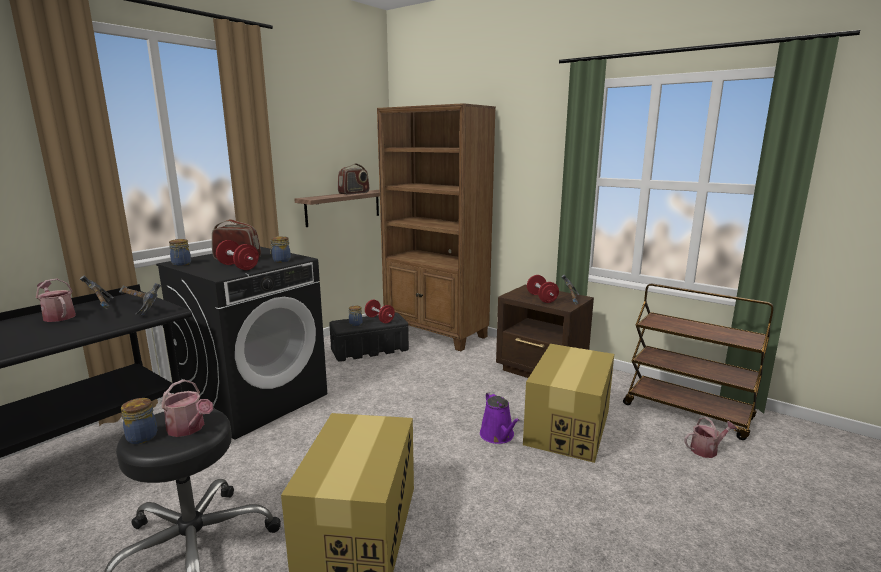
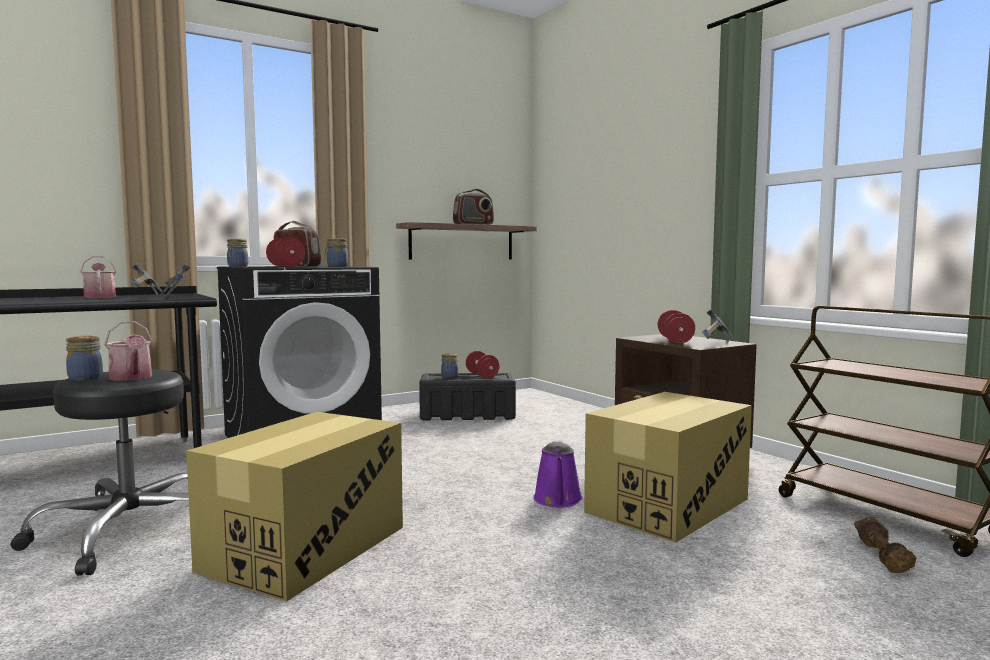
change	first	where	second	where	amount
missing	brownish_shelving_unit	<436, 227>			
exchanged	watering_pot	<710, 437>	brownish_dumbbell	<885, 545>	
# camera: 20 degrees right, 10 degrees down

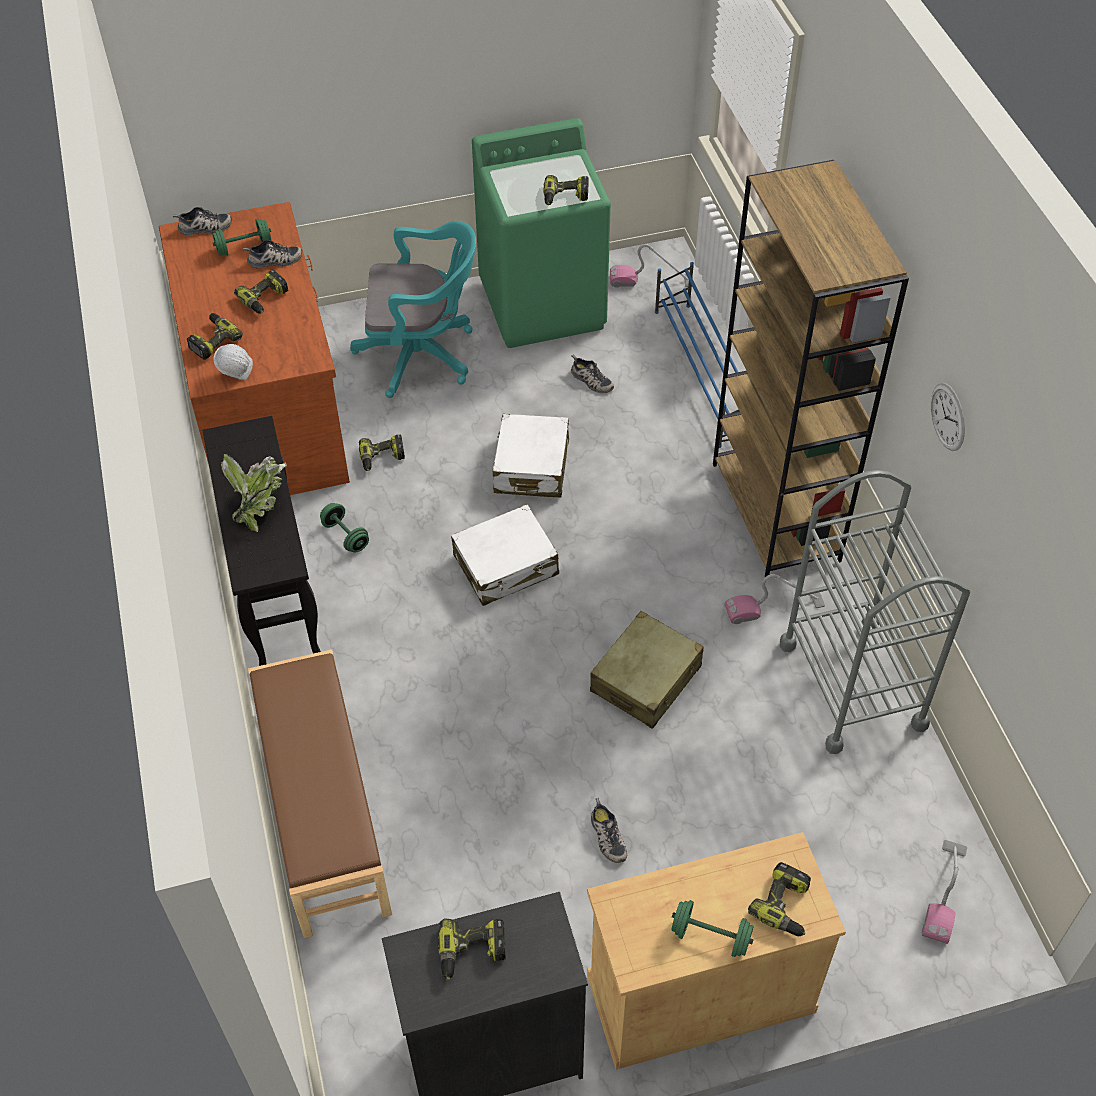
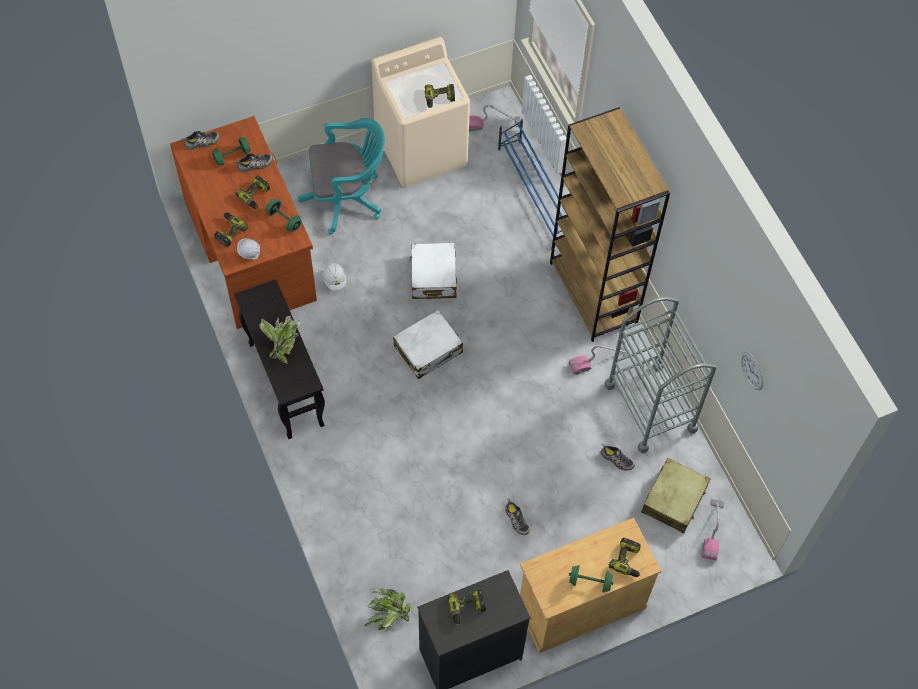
change	first	where	second	where	amount
colour	green-coloured_laundry_machine	<541, 233>	beige_laundry_machine	<421, 112>	
relocated	shoe	<592, 374>		<618, 457>	
relocated	wall_clock	<948, 417>		<752, 370>	
exchanged	drill	<382, 452>	white-coloured_safety_helmet	<334, 276>	
relocated	green-coloured_dumbbell	<344, 528>		<284, 215>	
relocated	beige_suitcase	<647, 670>		<675, 495>	
missing	brownish_long_seat	<320, 793>			
appeared			potted_plant	<387, 610>	
# camera: 10 degrees left, 10 degrees up

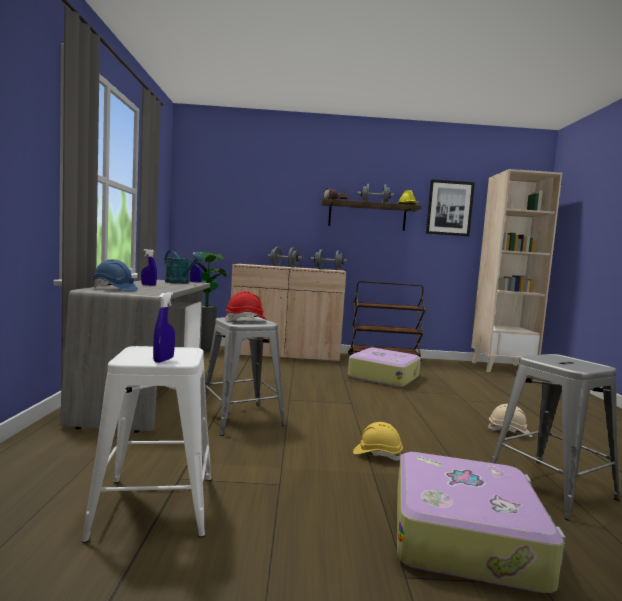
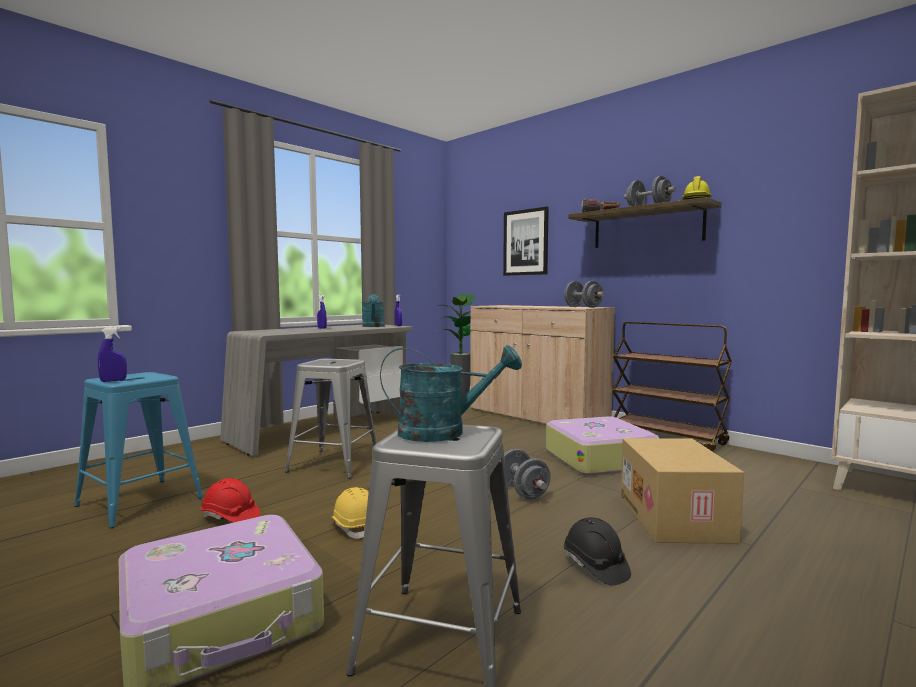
change	first	where	second	where	amount
relocated	picture	<450, 207>		<526, 241>	
relocated	grey_dumbbell	<285, 257>		<527, 474>	
missing	blue_safety_helmet	<115, 275>			
relocated	red_safety_helmet	<246, 306>		<231, 500>	
colour	white-coloured_sitting_stool	<147, 444>	blue_sitting_stool	<138, 450>	
colour	beige_safety_helmet	<510, 420>	black_safety_helmet	<597, 551>	
appeared			turquoise-coloured_watering_pot	<451, 393>	
appeared			packing_box	<682, 491>	
# camera: 45 degrees right, 0 degrees up

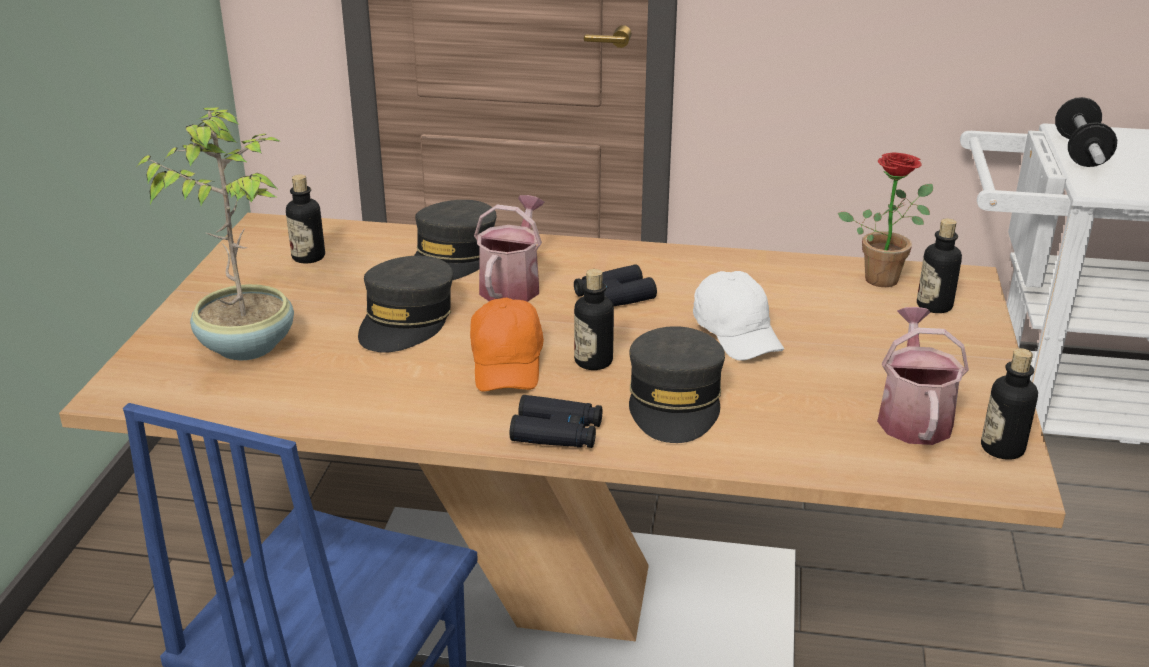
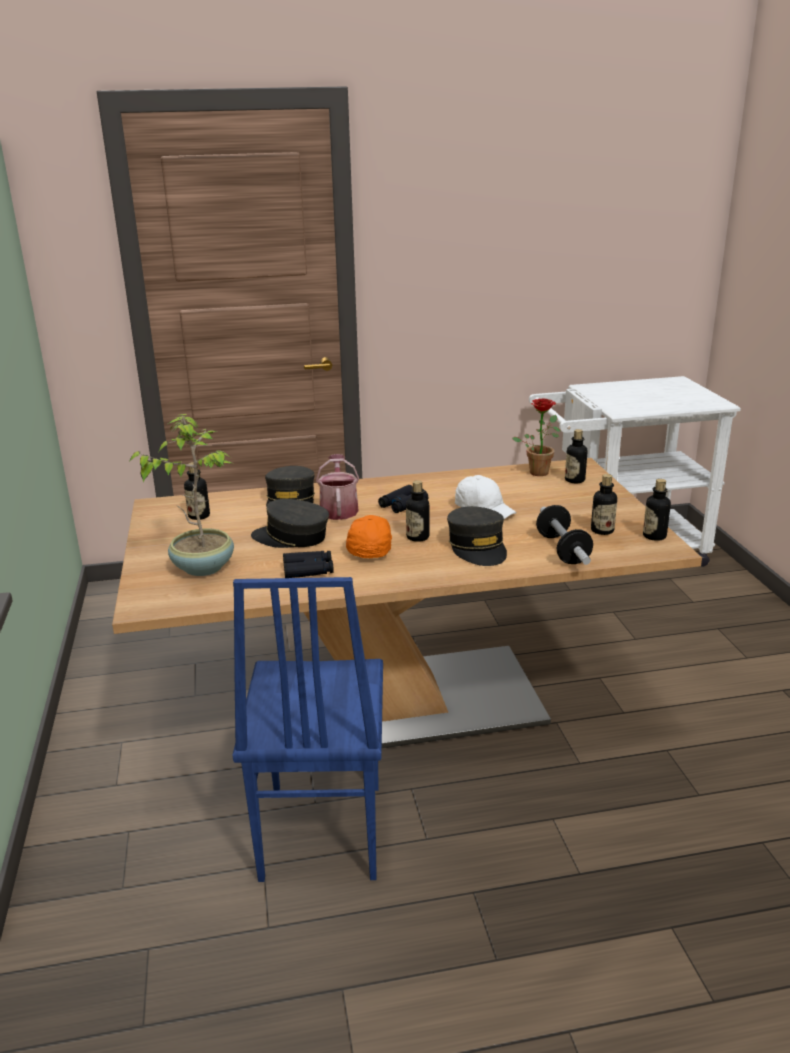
change	first	where	second	where	amount
relocated	dumbbell	<1086, 132>		<564, 535>	
spun	grey_baseball_cap	<405, 304>		<290, 523>	105 degrees clockwise
spun	orangey_baseball_cap	<507, 344>		<369, 536>	150 degrees counterclockwise
exchanged	watering_pot	<923, 376>	bottle	<604, 504>	
relocated	black_binoculars	<556, 421>		<308, 564>	
# camera: 20 degrees left, 5 degrees down

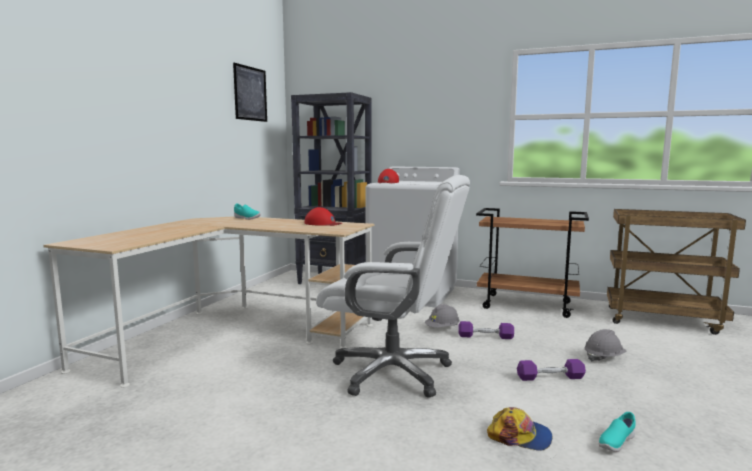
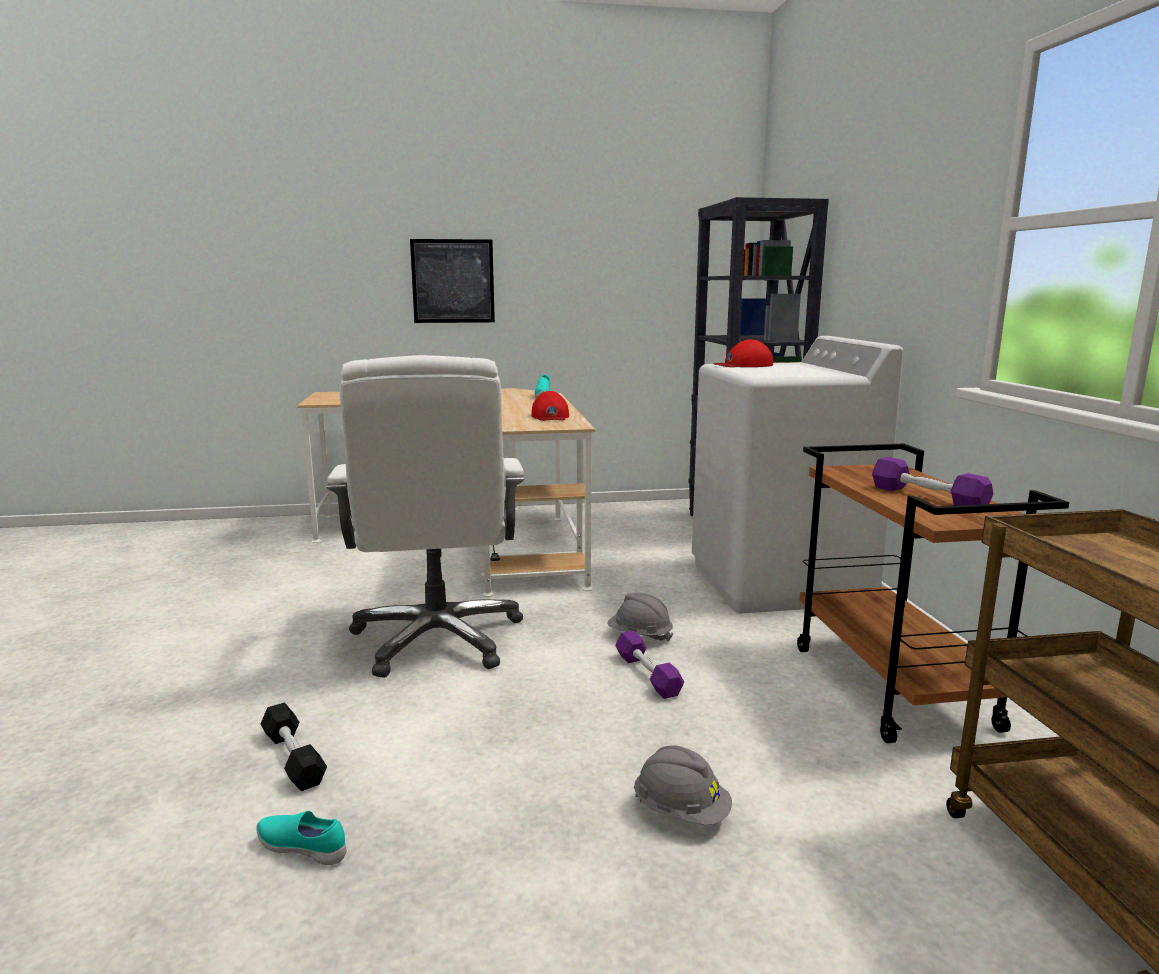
change	first	where	second	where	amount
relocated	picture	<250, 92>		<452, 281>	
relocated	purple-coloured_dumbbell	<551, 370>		<932, 481>	
exchanged	baseball_cap	<519, 429>	black_dumbbell	<294, 746>	
# camera: 60 degrees right, 5 degrees up

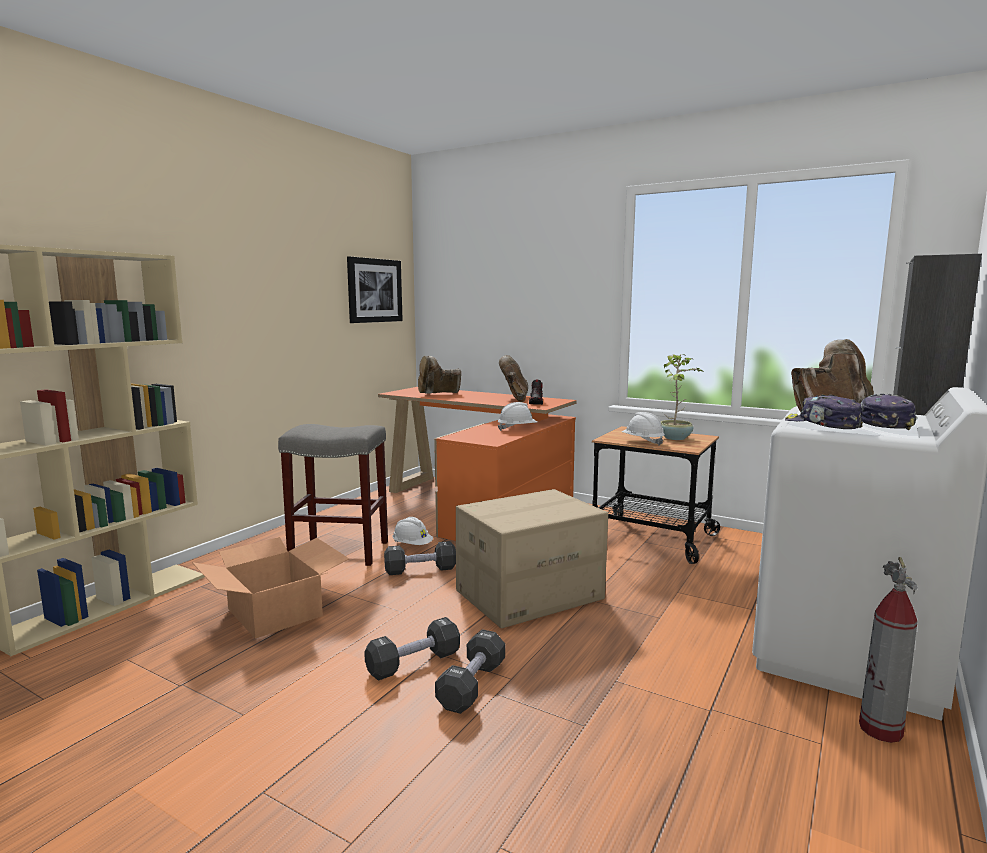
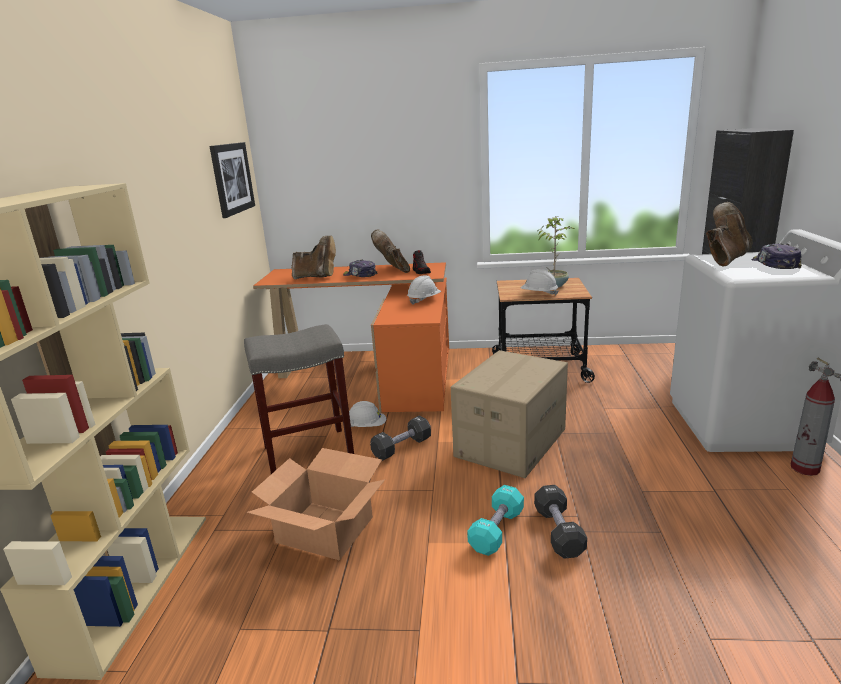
change	first	where	second	where	amount
spun	brownish_tall_boot	<439, 375>		<314, 257>	120 degrees counterclockwise
relocated	baseball_cap	<824, 412>		<360, 268>	
colour	black_dumbbell	<412, 649>	turquoise-coloured_dumbbell	<495, 520>	
# camera: 25 degrees left, 10 degrees up

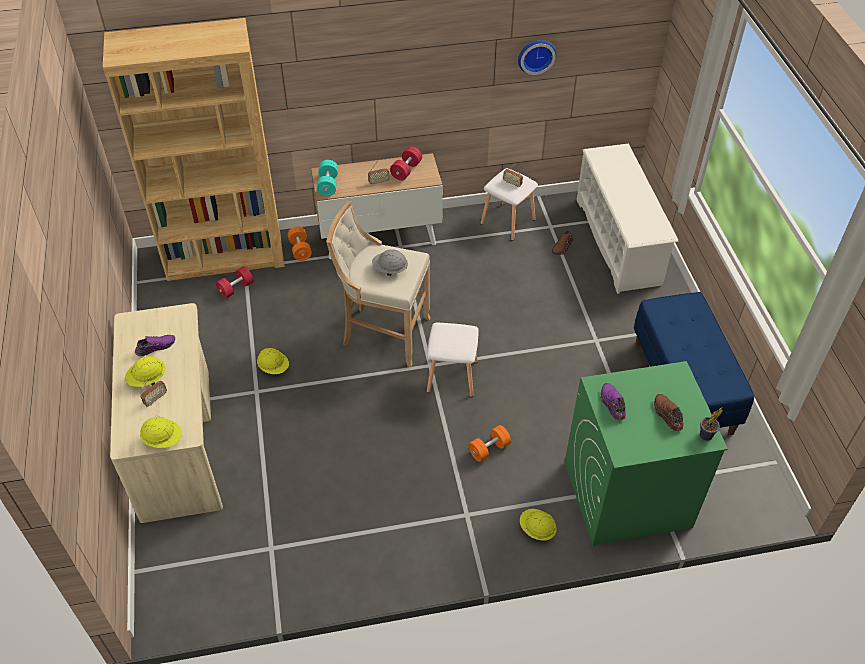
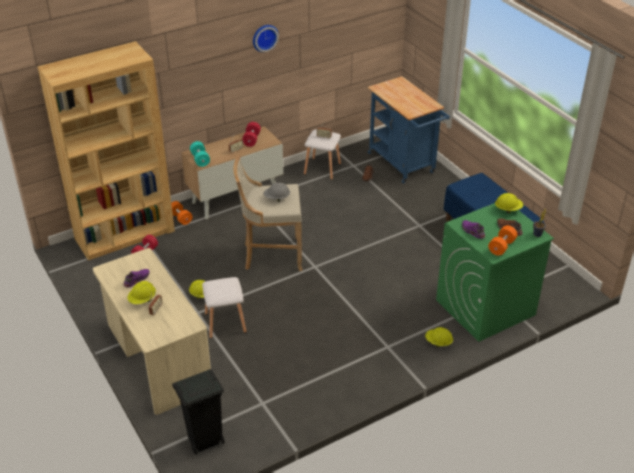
change	first	where	second	where	amount
relocated	wall_clock	<537, 57>		<266, 38>	
exchanged	white-coloured_shoe_stand	<627, 218>	blue_trolley	<409, 129>	
relocated	white-coloured_sitting_stool	<453, 360>		<224, 307>	
relocated	yellow-coloured_safety_helmet	<161, 432>		<509, 203>	
relocated	orangey_dumbbell	<489, 443>		<502, 240>	
appeared			black_trash_can	<198, 412>	
# camera: 20 degrees left, 10 degrees down

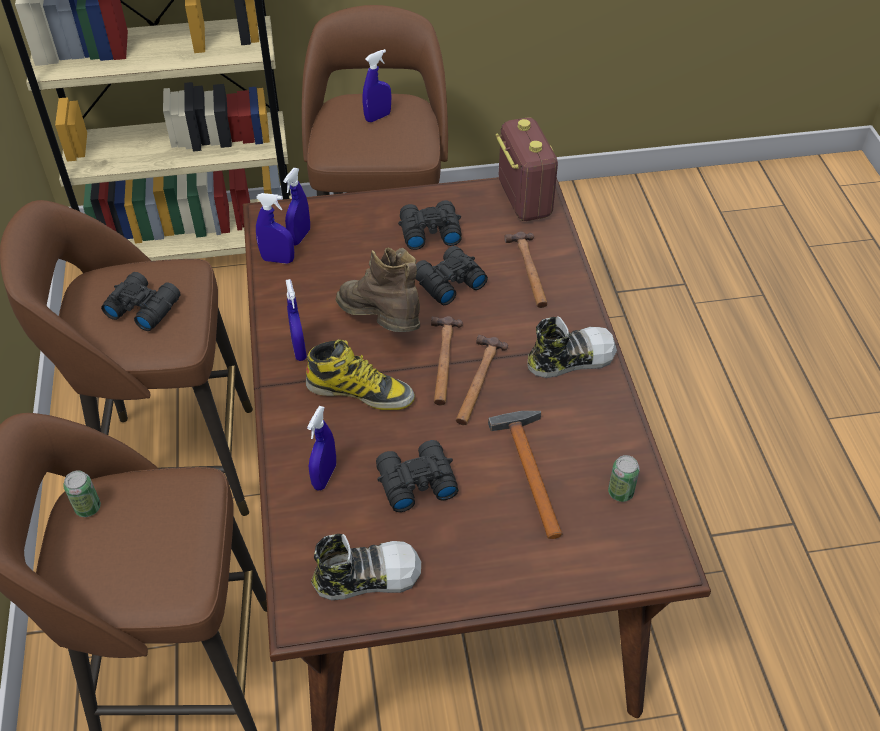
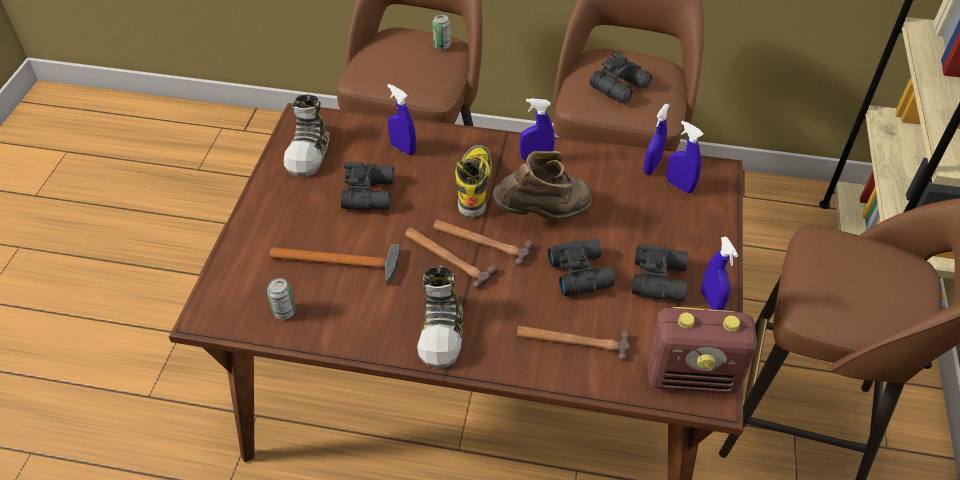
change	first	where	second	where	amount
relocated	blue_sprayer	<377, 85>		<719, 273>	
spun	tall_boot	<360, 374>		<473, 181>	150 degrees clockwise
# camera: 110 degrees right, 0 degrees up

